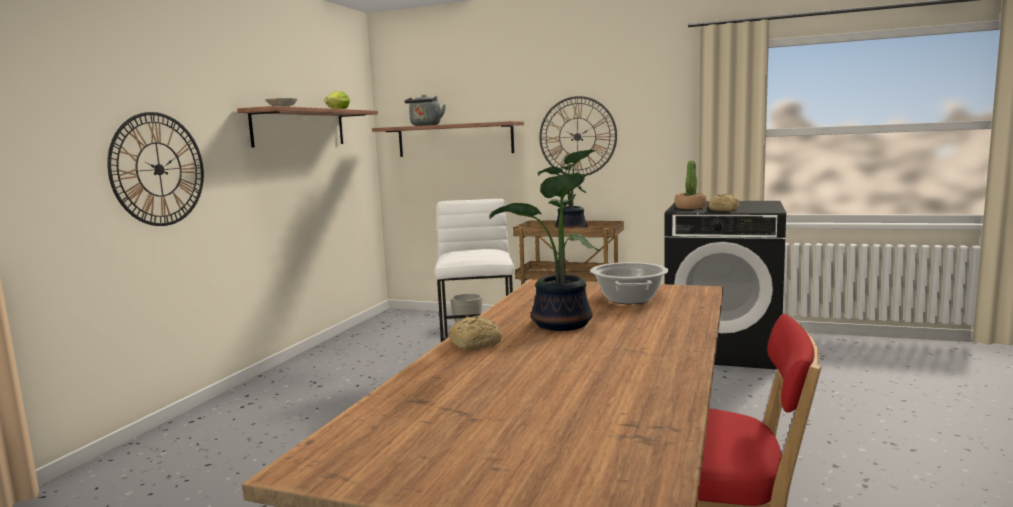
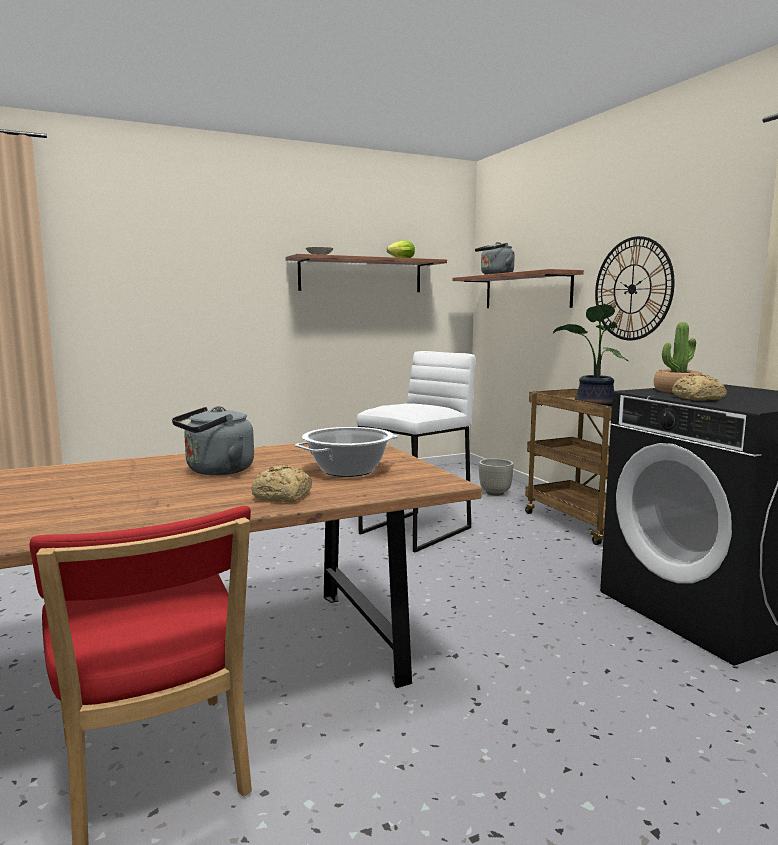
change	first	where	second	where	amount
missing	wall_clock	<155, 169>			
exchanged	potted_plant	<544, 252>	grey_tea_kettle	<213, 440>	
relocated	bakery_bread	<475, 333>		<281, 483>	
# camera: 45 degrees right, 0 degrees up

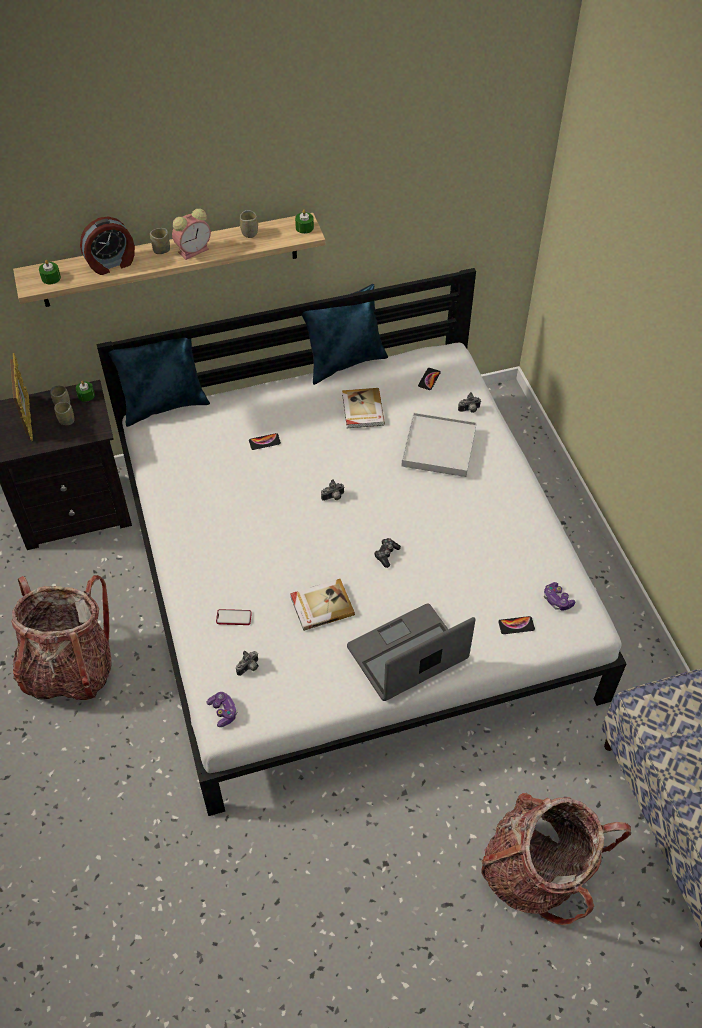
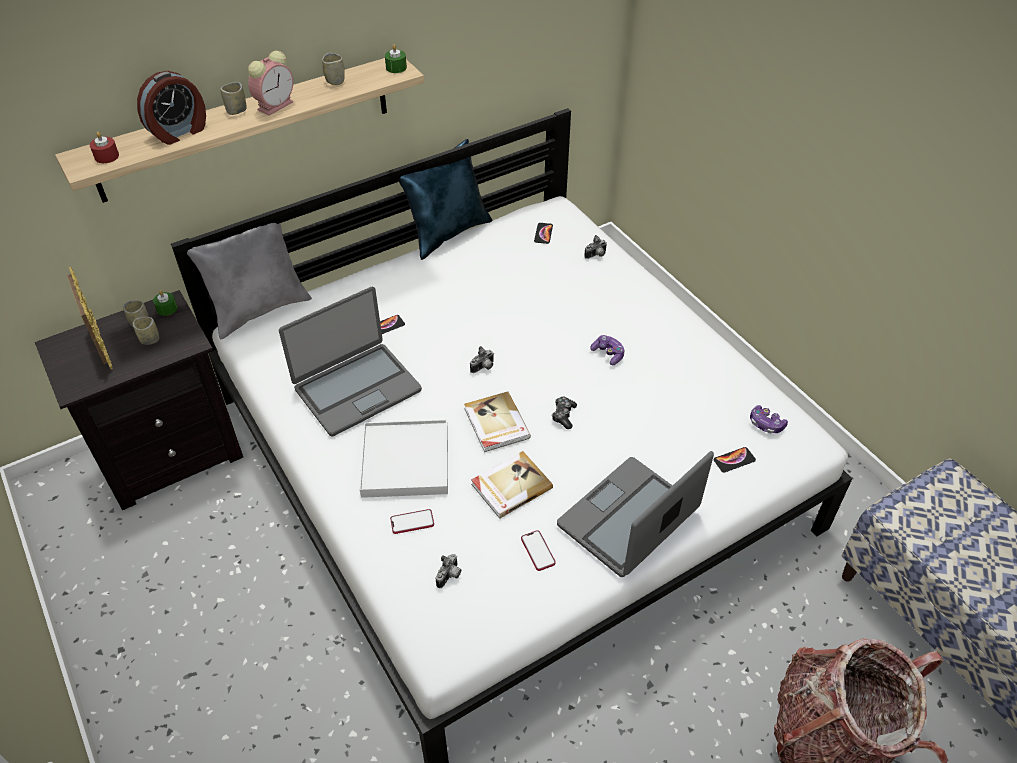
change	first	where	second	where	amount
colour	green-coloured_wax_candle	<50, 272>	red_wax_candle	<104, 147>	
colour	blue_throw_pillow	<159, 382>	grey_throw_pillow	<249, 281>	
relocated	bound_book	<363, 408>		<497, 421>	
relocated	white-coloured_serving_tray	<439, 445>		<403, 459>	
missing	backpack	<61, 637>			
relocated	gamepad	<222, 709>		<607, 350>	
appeared			notebook_computer	<350, 362>	
appeared			phone	<538, 550>	
# camera: 15 degrees left, 5 degrees down

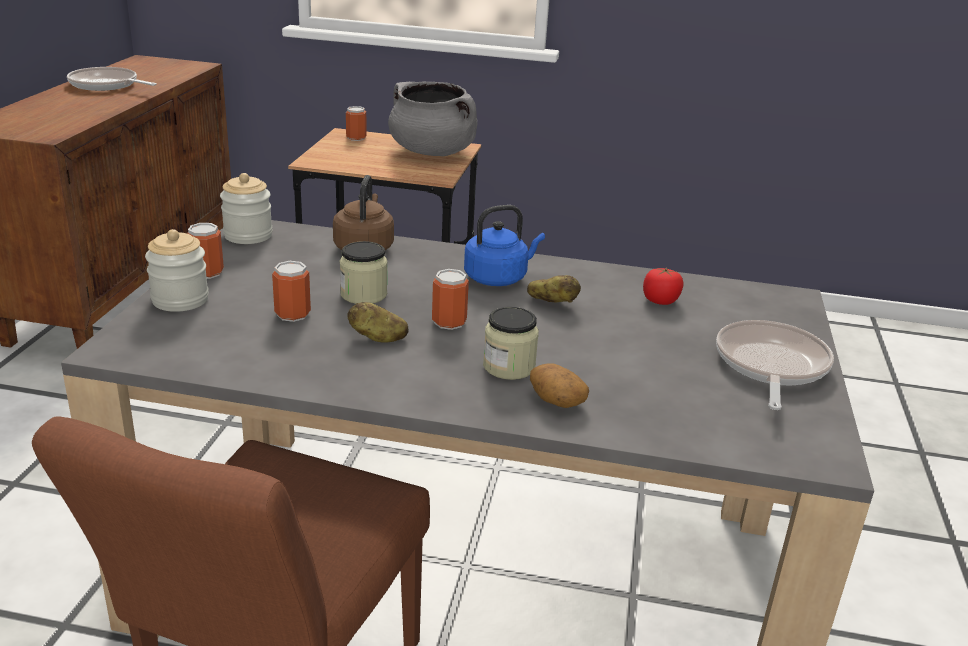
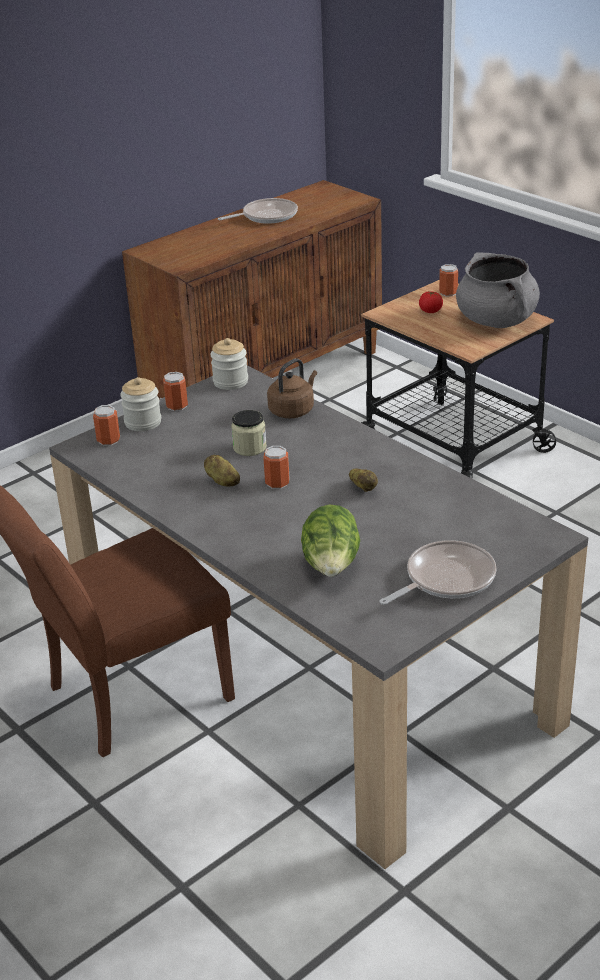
change	first	where	second	where	amount
spun	frying_pan	<112, 79>		<258, 211>	90 degrees clockwise
missing	blue_tea_kettle	<504, 245>			
relocated	sealed_can	<291, 291>		<106, 425>	
relocated	fresh_tomato	<663, 286>		<431, 302>	
missing	jar	<511, 343>			
missing	potato	<559, 385>			
appeared			lettuce_head	<330, 540>	
# camera: 40 degrees right, 5 degrees up

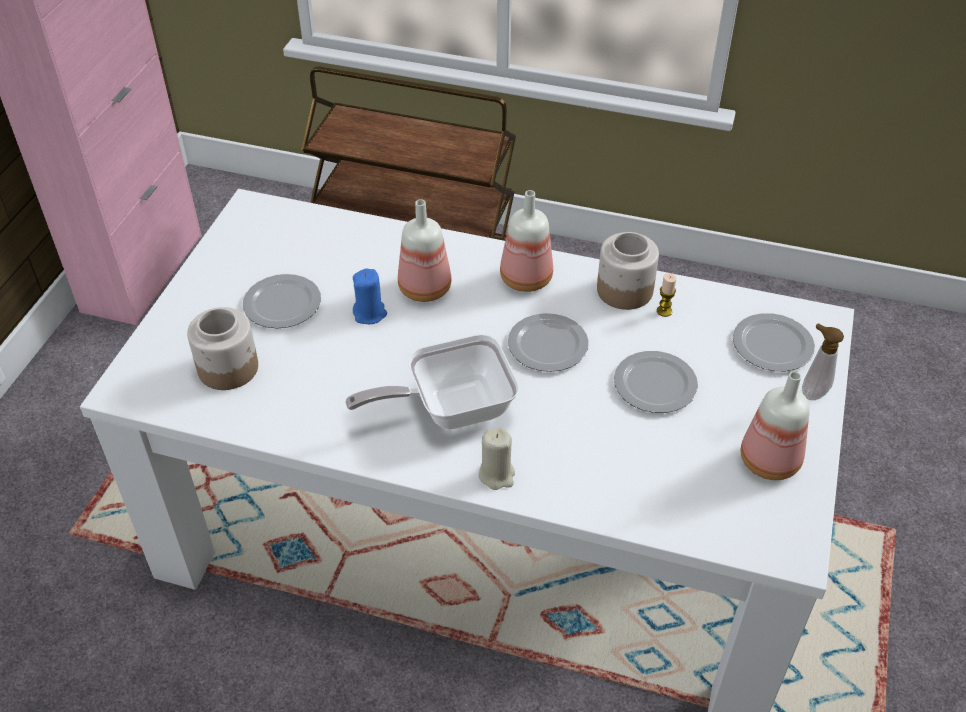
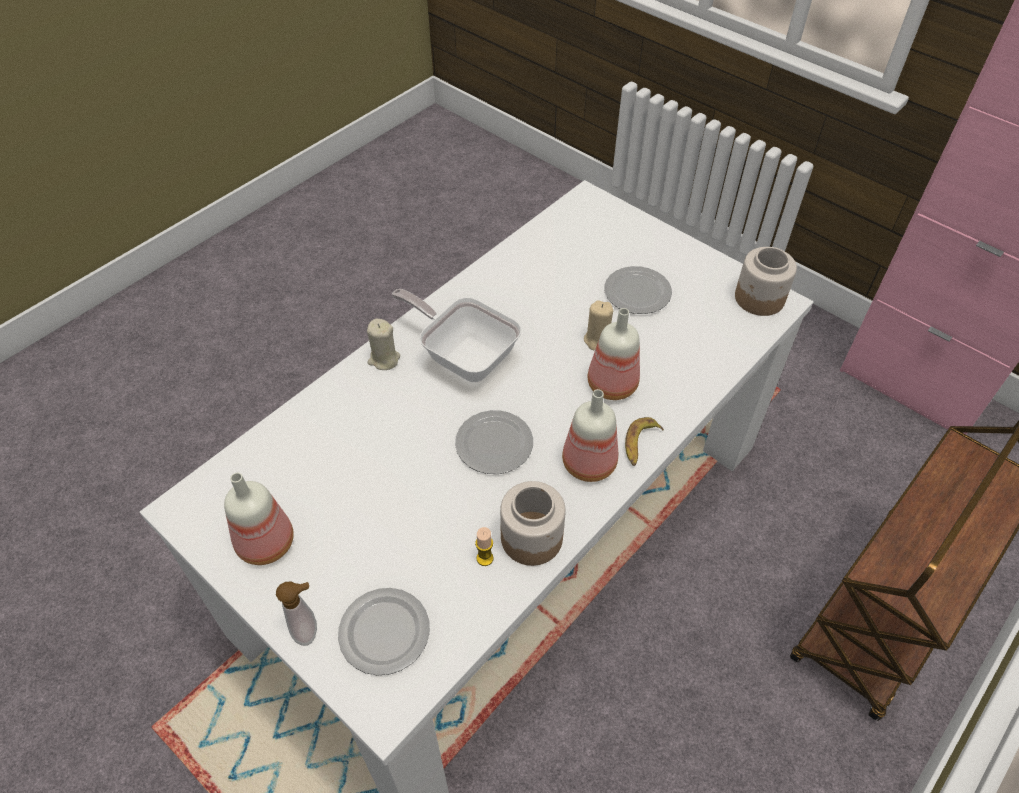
change	first	where	second	where	amount
colour	blue_wax_candle	<370, 296>	beige_wax_candle	<598, 325>	
relocated	jar	<222, 348>		<766, 281>	
spun	frying_pan	<432, 381>		<456, 335>	60 degrees counterclockwise
missing	flat_dish	<656, 382>			
appeared			banana	<644, 441>	
# camera: 115 degrees right, 5 degrees up

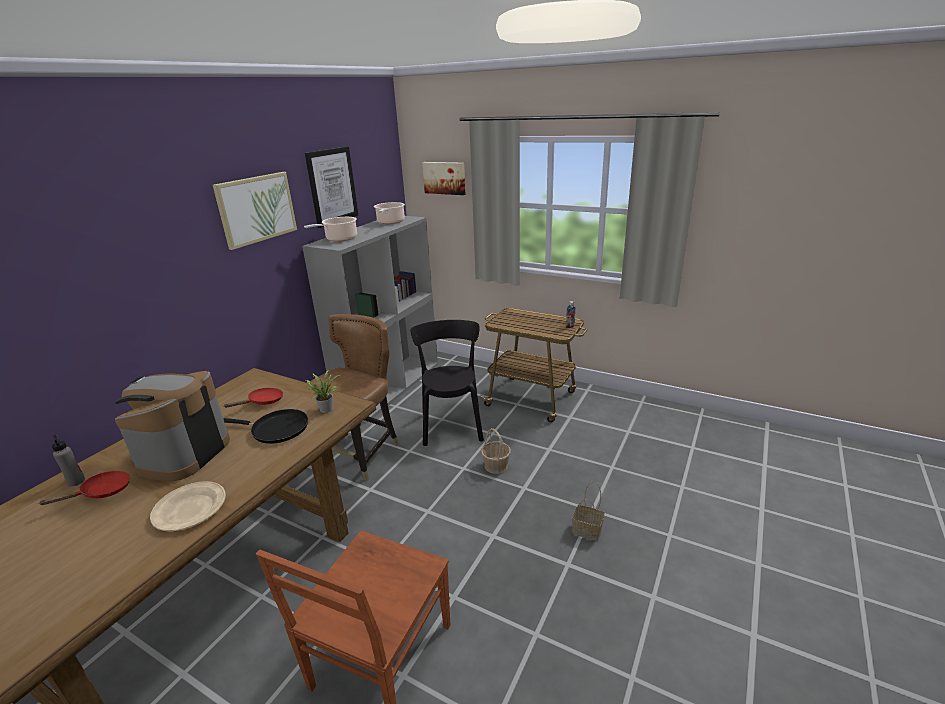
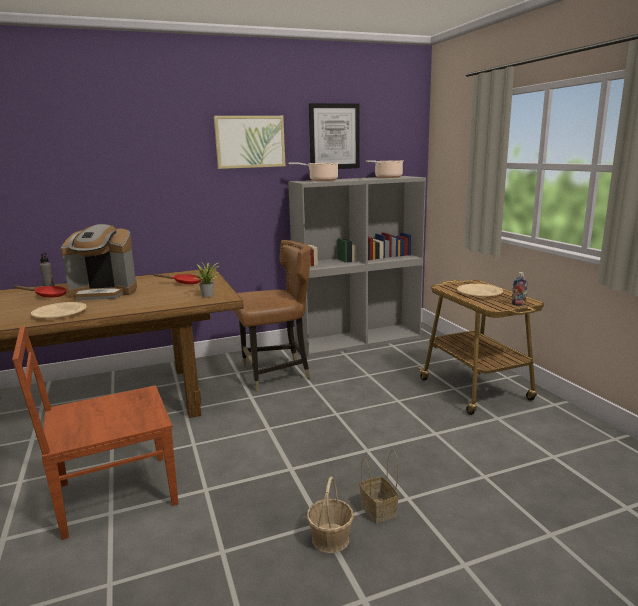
change	first	where	second	where	amount
missing	picture	<443, 178>			
missing	black_upright_chair	<447, 383>			
spun	coffee_maker	<172, 426>		<99, 262>	150 degrees counterclockwise
missing	black_frying_pan	<265, 426>			
relocated	household_basket	<496, 451>		<330, 514>	
appeared			beige_flat_dish	<480, 290>	
# camera: 40 degrees right, 10 degrees down

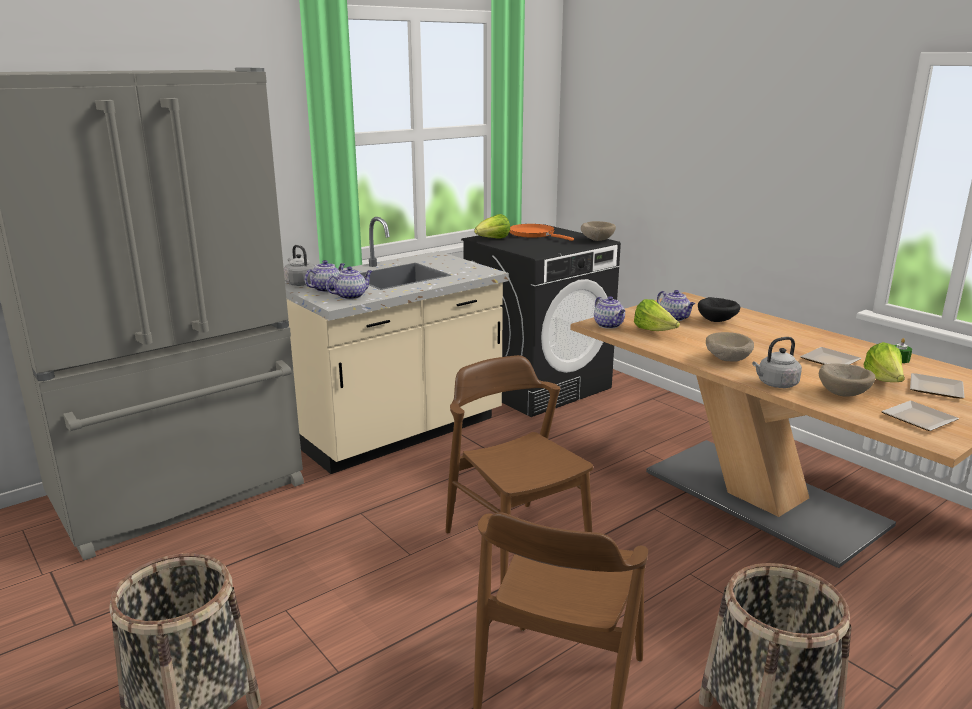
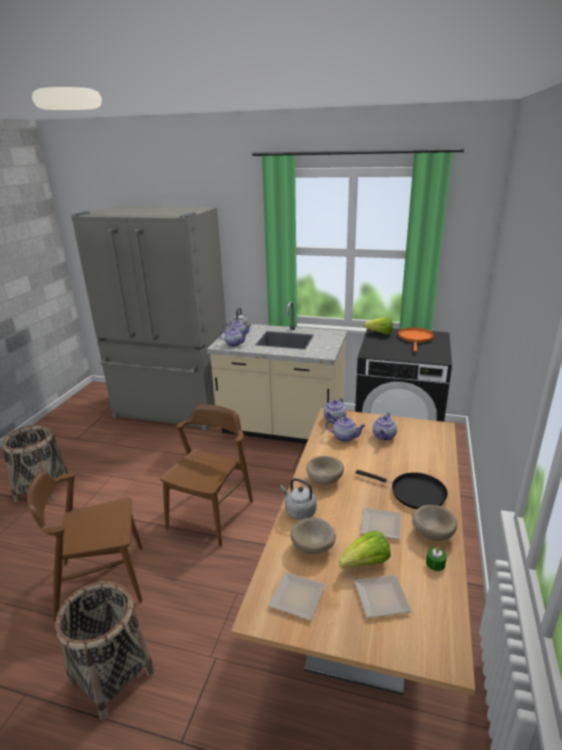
change	first	where	second	where	amount
relocated	beige_serving_bowl	<598, 231>		<434, 523>	
missing	black_serving_bowl	<719, 309>			
exchanged	lettuce_head	<657, 315>	tea_pot	<346, 429>	
appeared			black_frying_pan	<402, 489>	
# camera: 55 degrees right, 5 degrees up

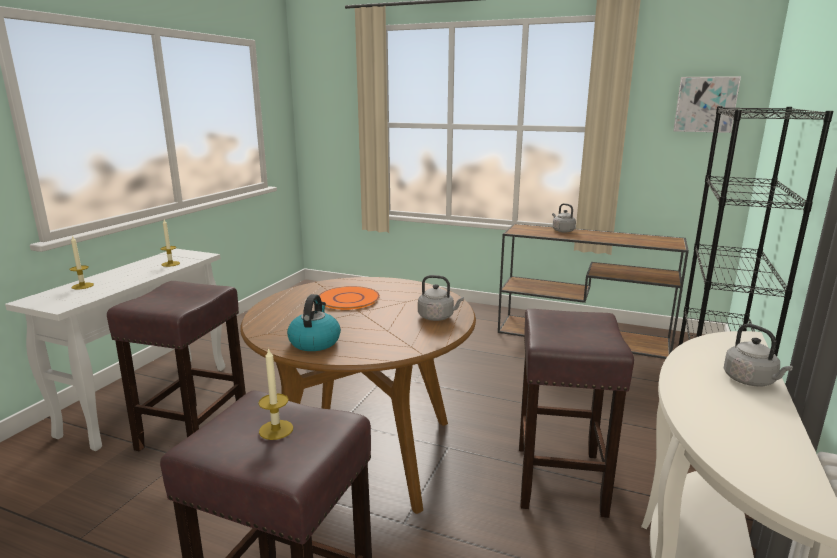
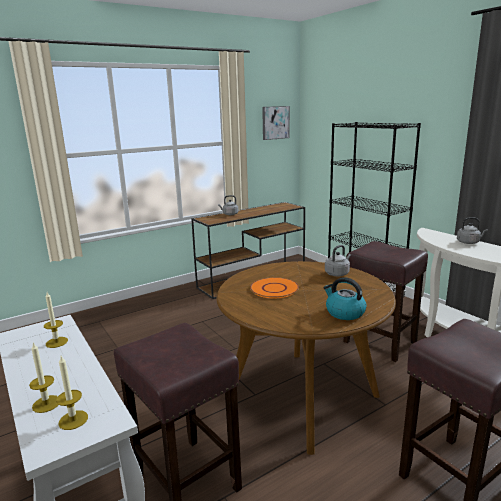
change	first	where	second	where	amount
relocated	wax_candle	<275, 393>		<72, 393>	
# camera: 55 degrees left, 0 degrees up

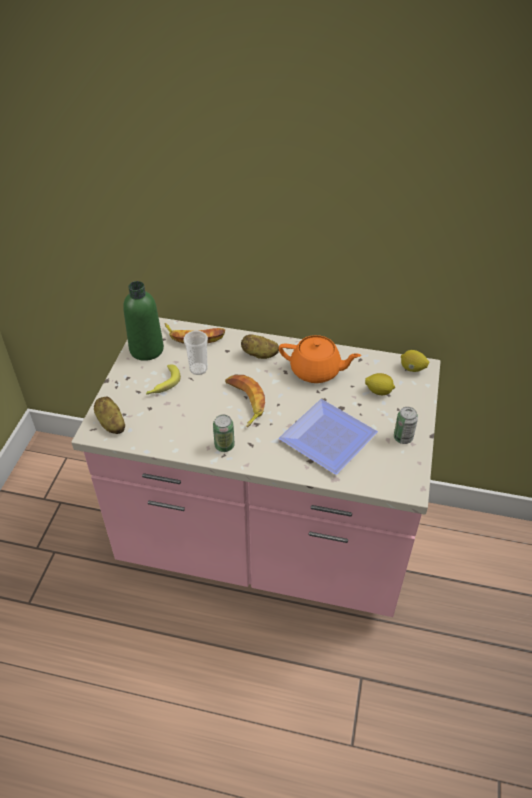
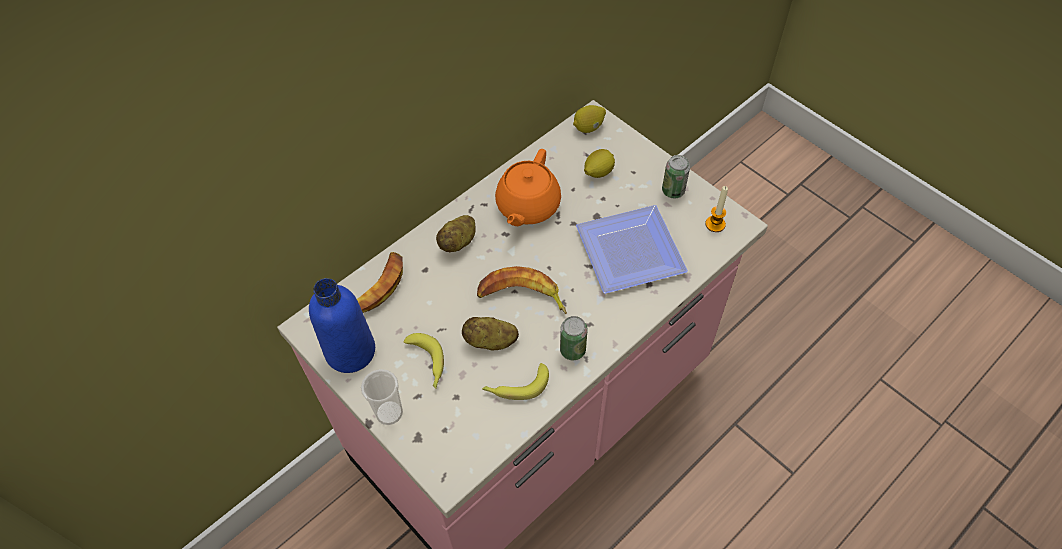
change	first	where	second	where	amount
colour	green-coloured_bottle	<143, 321>	blue_bottle	<342, 325>	
relocated	drinking_cup	<196, 353>		<382, 397>	
spun	orangey_tea_pot	<320, 359>		<528, 187>	150 degrees clockwise
relocated	potato	<109, 415>		<490, 333>	
appeared			wax_candle	<716, 209>	
appeared			banana	<515, 381>	
# camera: 55 degrees left, 10 degrees up

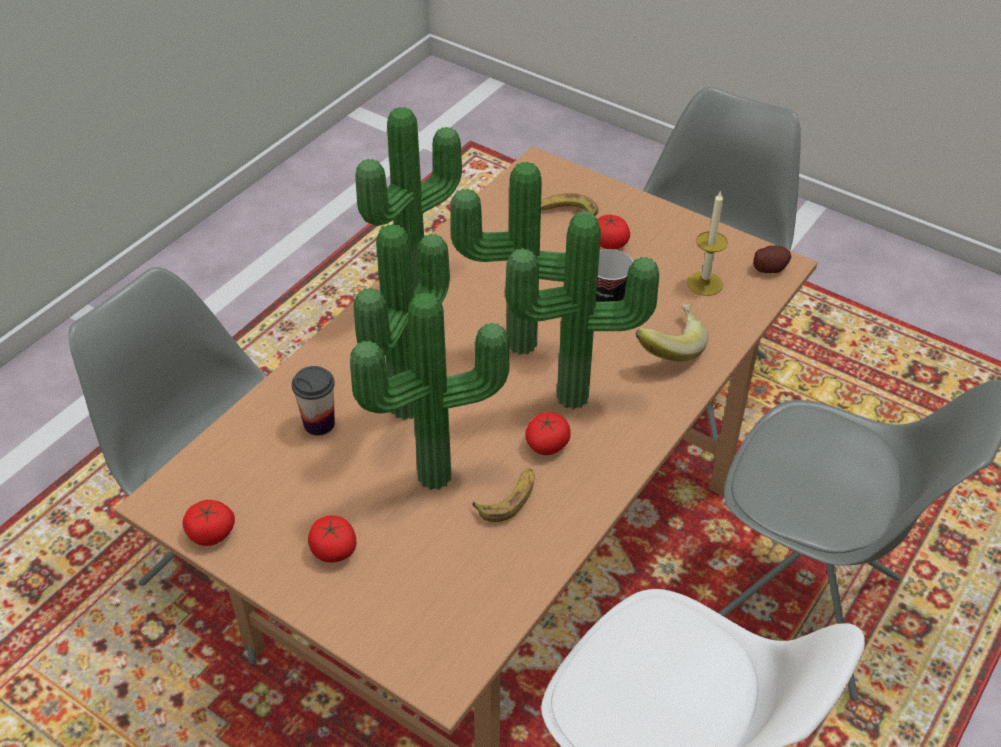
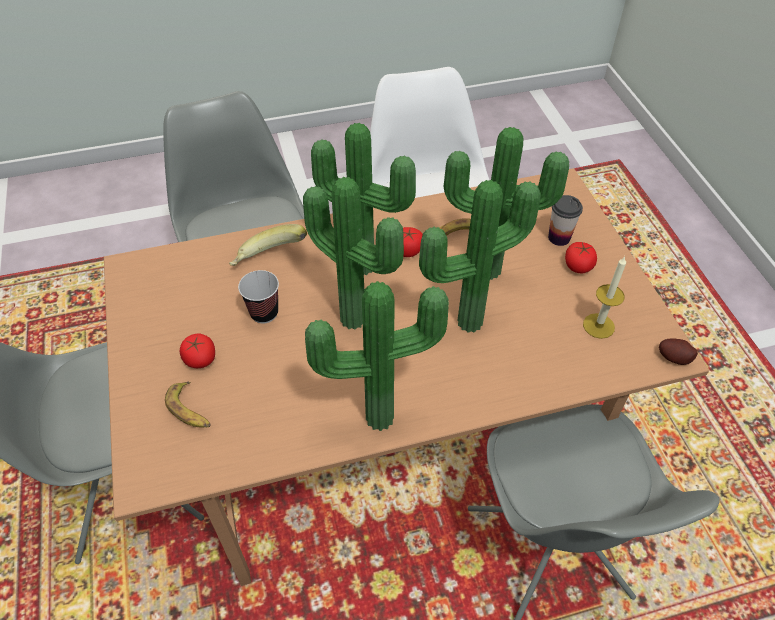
change	first	where	second	where	amount
relocated	wax_candle	<707, 243>		<604, 297>	
relocated	potato	<772, 259>		<678, 351>	
relocated	drinking_cup	<313, 400>		<565, 220>	
missing	fresh_tomato	<209, 523>			
# camera: 140 degrees left, 5 degrees up

